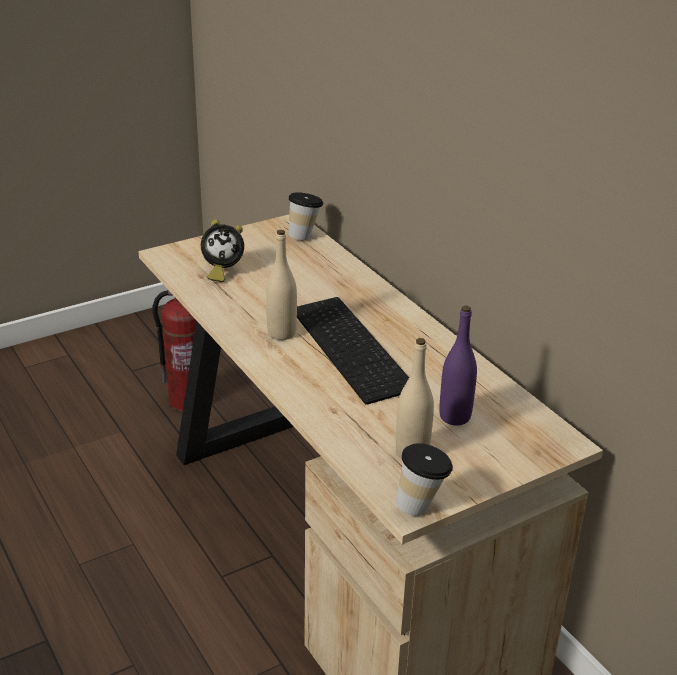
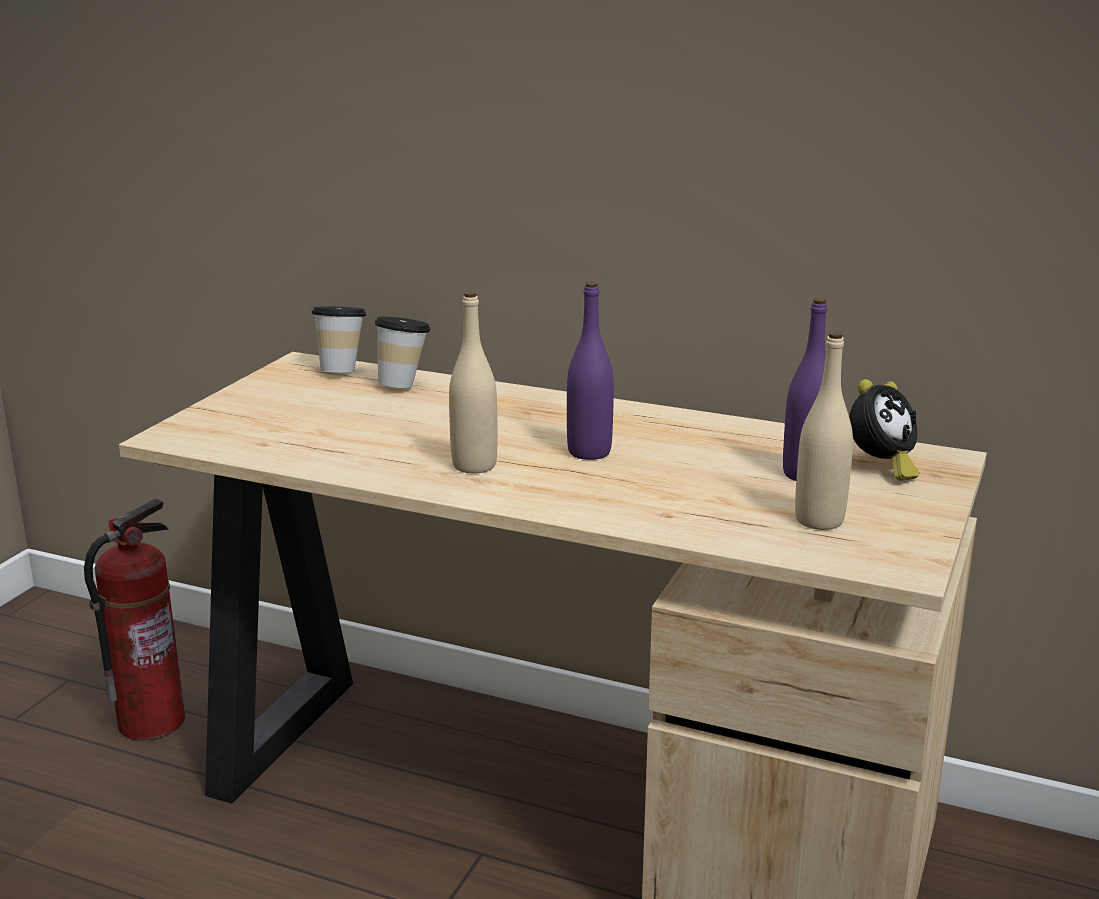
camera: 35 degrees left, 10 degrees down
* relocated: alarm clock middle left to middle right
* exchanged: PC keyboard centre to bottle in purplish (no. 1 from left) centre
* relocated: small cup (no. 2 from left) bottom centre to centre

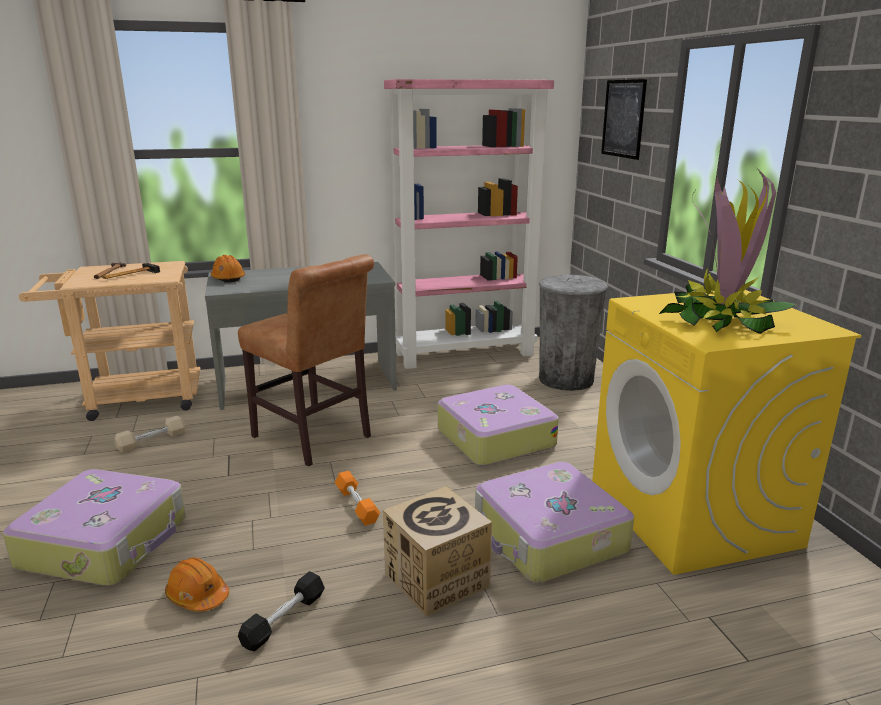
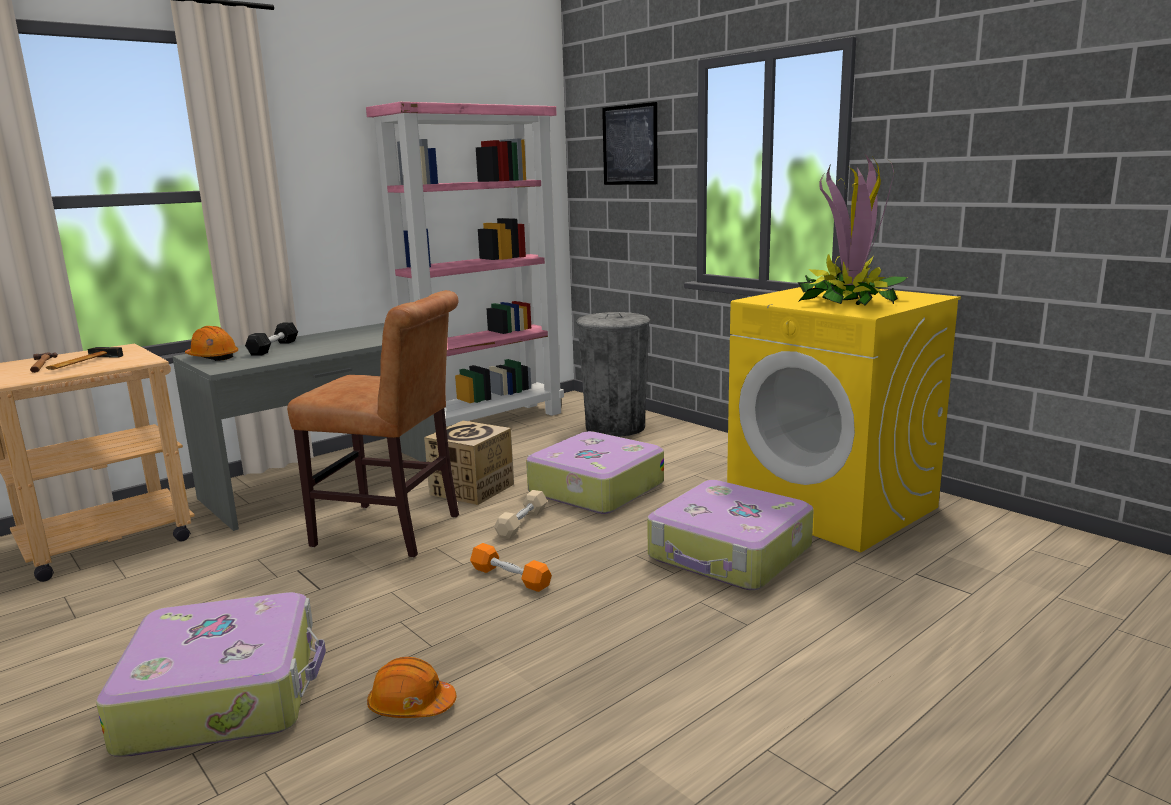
camera: 25 degrees left, 5 degrees down
* relocated: dumbbell in beige-coloured middle left to centre
* relocated: cardboard box bottom centre to centre
* relocated: dumbbell in blackish bottom left to middle left

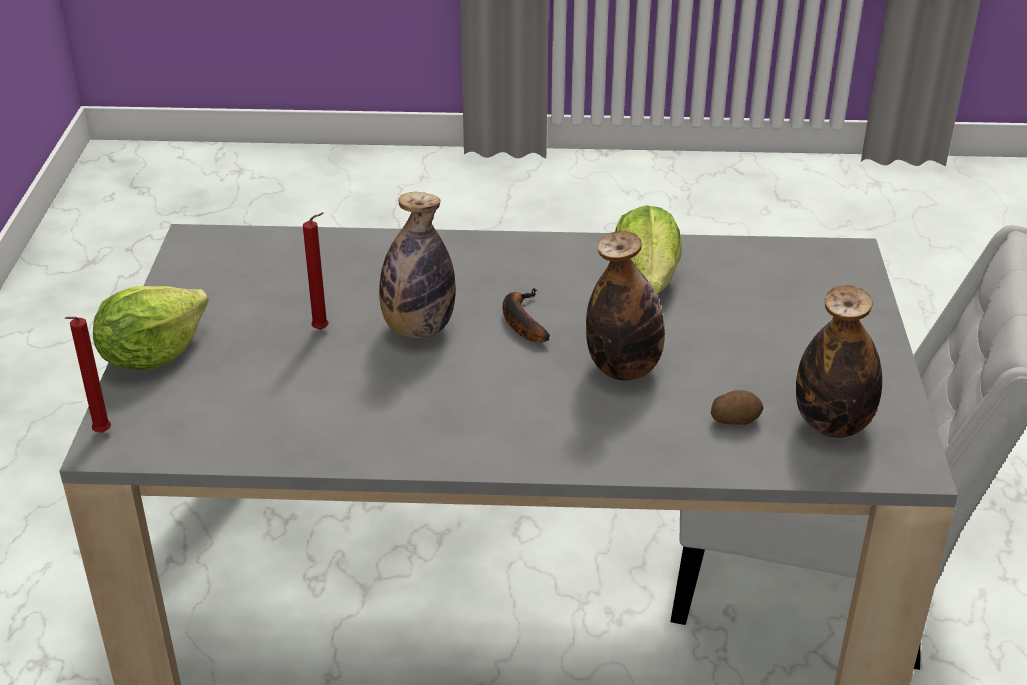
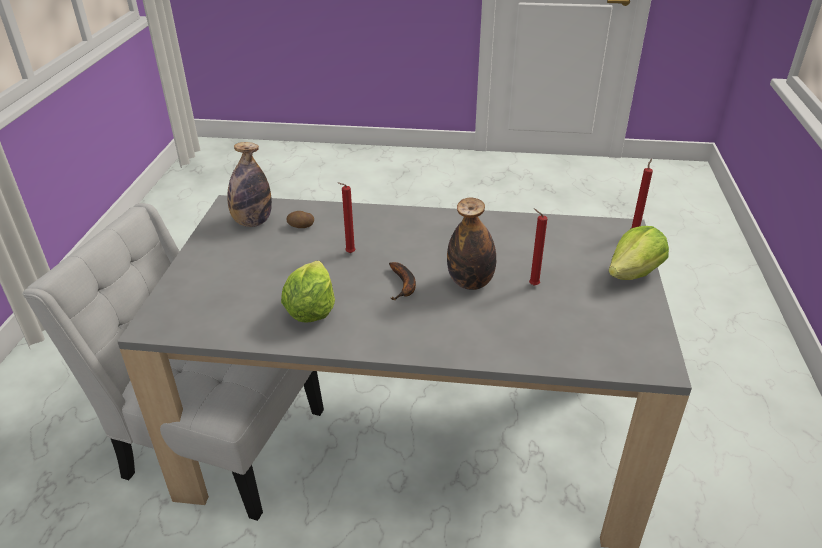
camera: 175 degrees left, 0 degrees up
* exchanged: bottle (no. 2 from left) centre to candle in red (no. 1 from left) centre

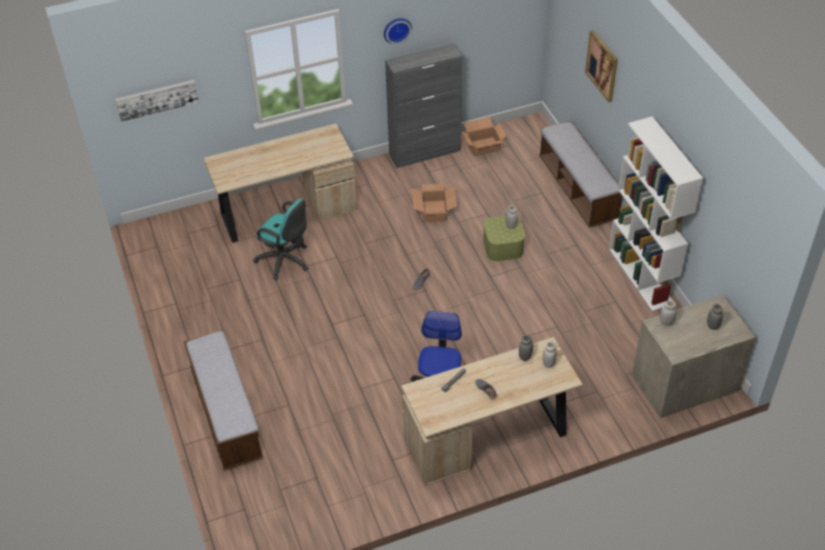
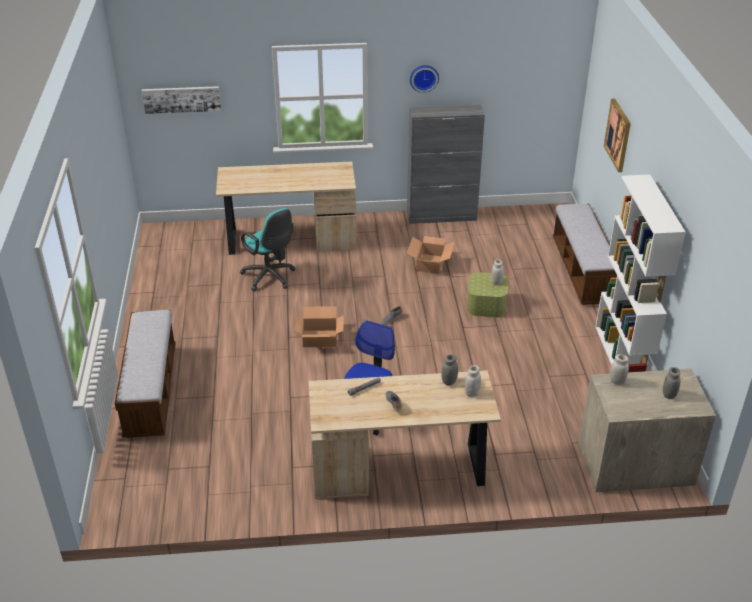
camera: 15 degrees right, 10 degrees down
* relocated: cardboard box (no. 2 from left in the first image) top centre to cardboard box (no. 1 from left) centre

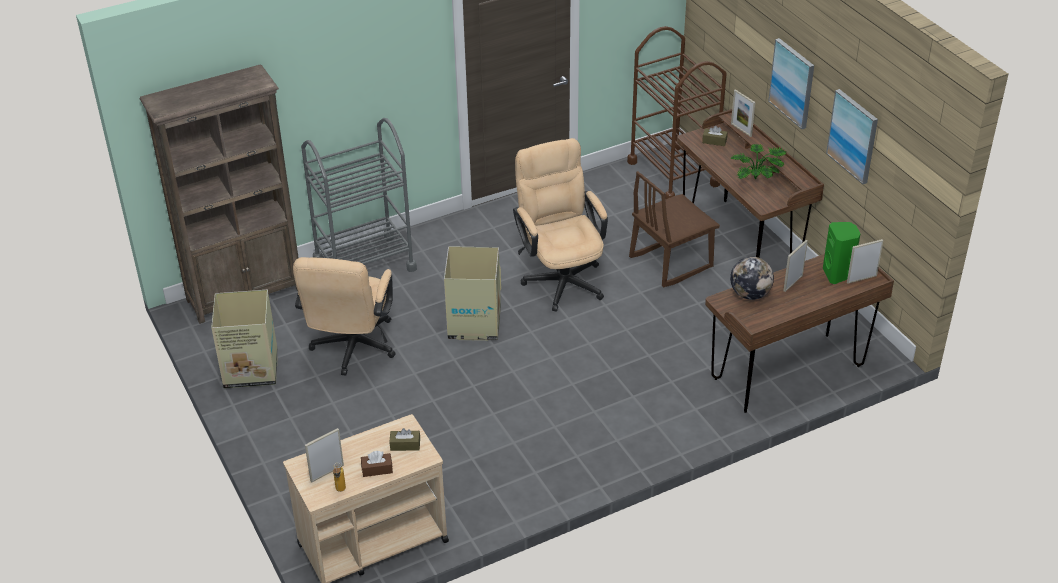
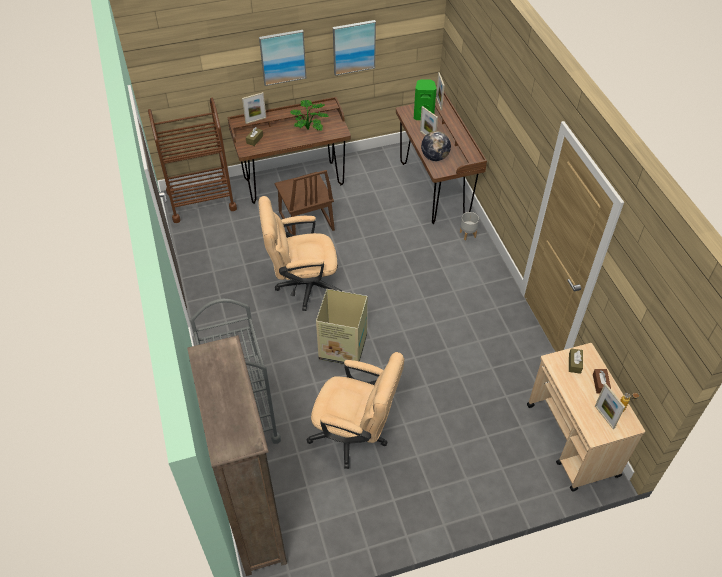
camera: 80 degrees left, 10 degrees up
* missing: cardboard box (no. 1 from left) middle left
* appeared: planter in gray centre

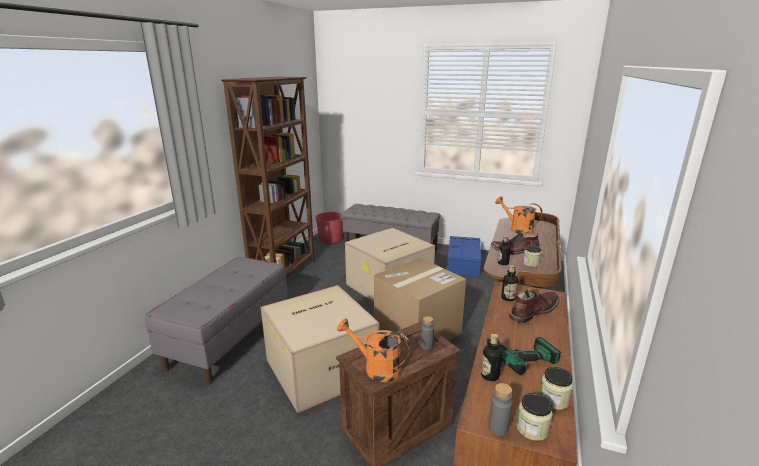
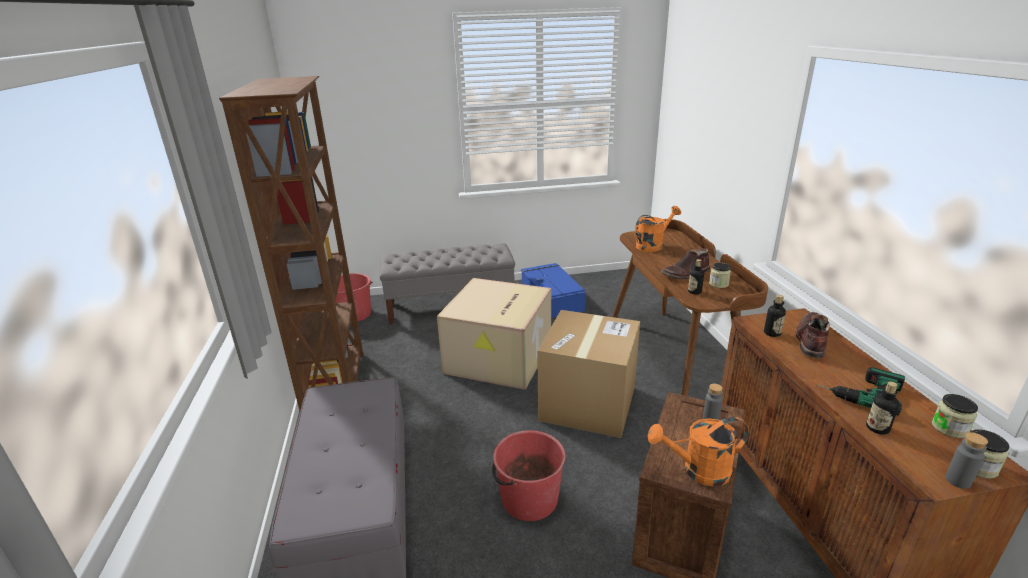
camera: 30 degrees left, 5 degrees up
* spun: watering pot in orange (no. 2 from left in the first image) middle right = centre 135 degrees clockwise
* exchanged: cardboard box (no. 1 from left) bottom centre to water bucket in red (no. 2 from left) bottom centre

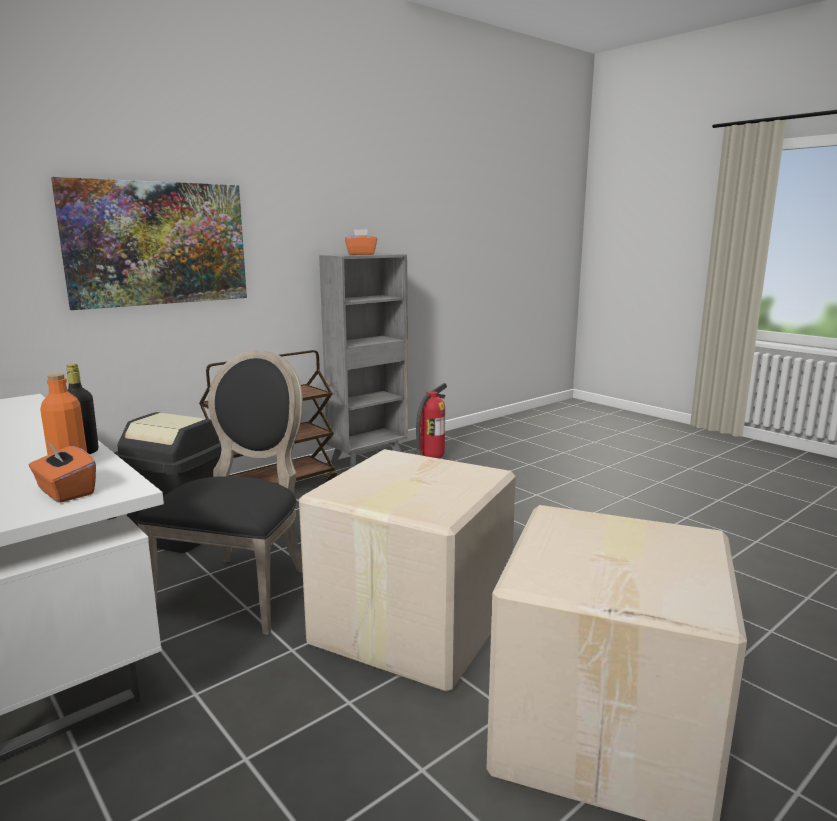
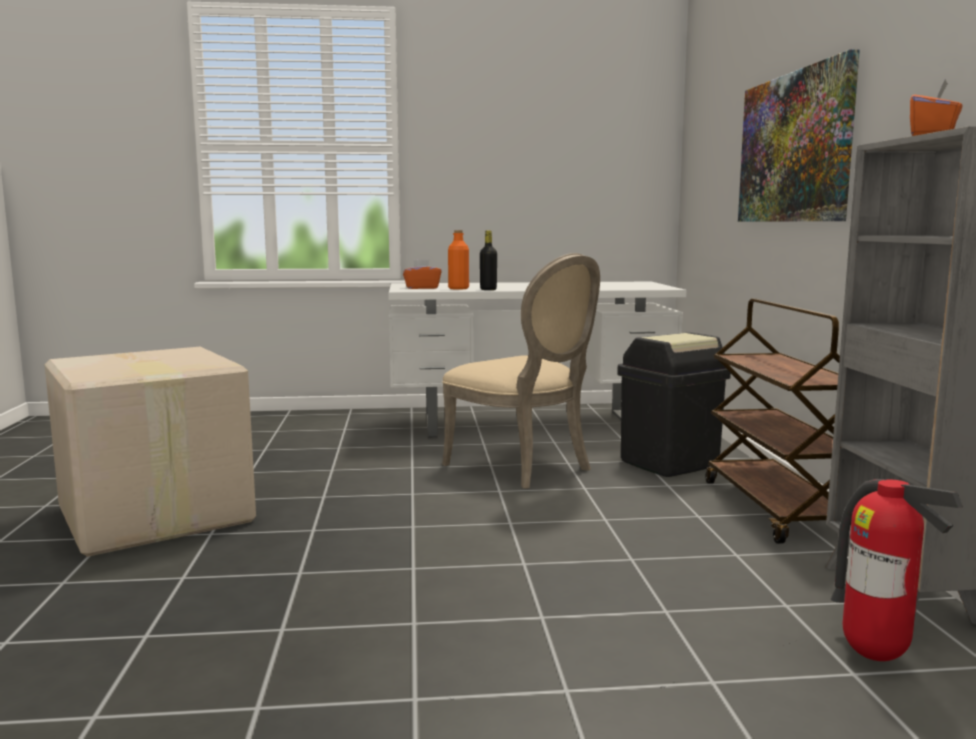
camera: 125 degrees right, 5 degrees down
* colour: plain chair in blackish middle left to plain chair in beige-coloured centre
* missing: cardboard box (no. 1 from left) bottom centre

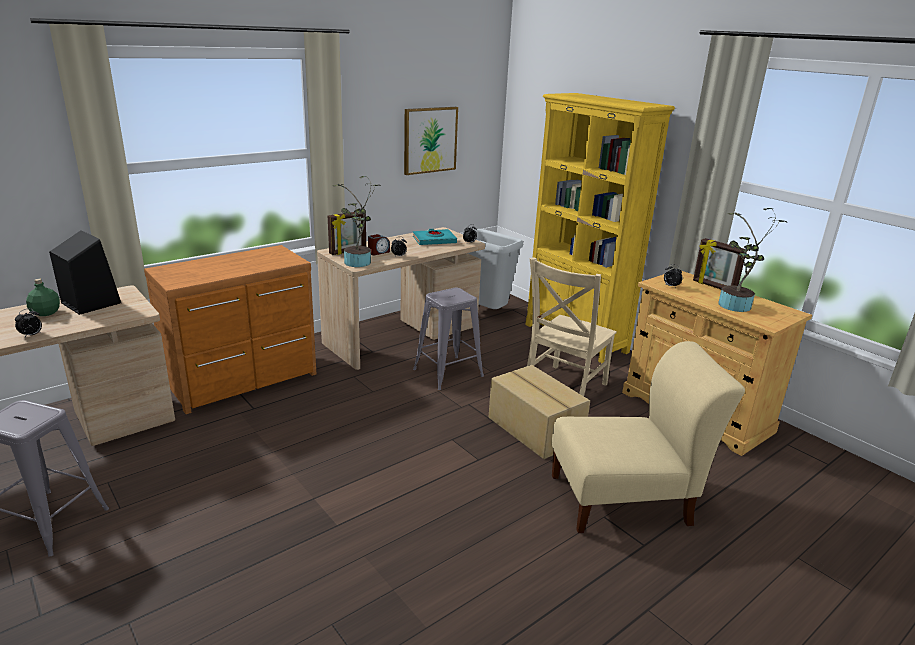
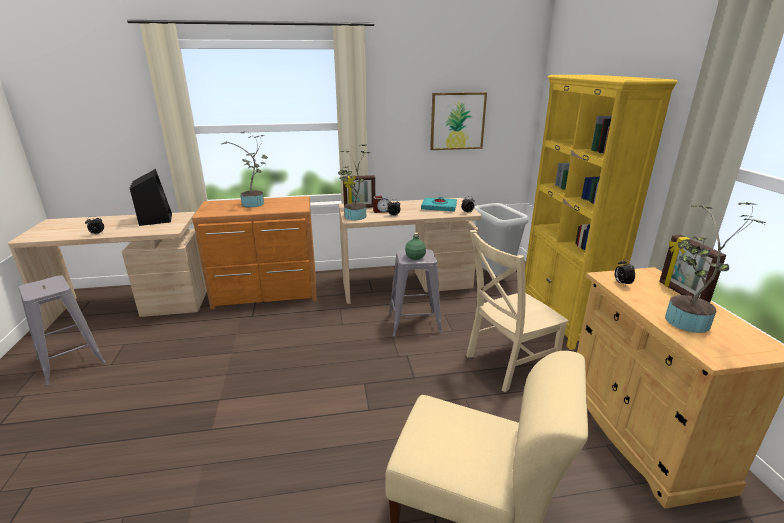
camera: 30 degrees right, 0 degrees up
* relocated: bottle in green middle left to centre
* missing: cardboard box centre
* appeared: plant in a pot (no. 1 from left) top left

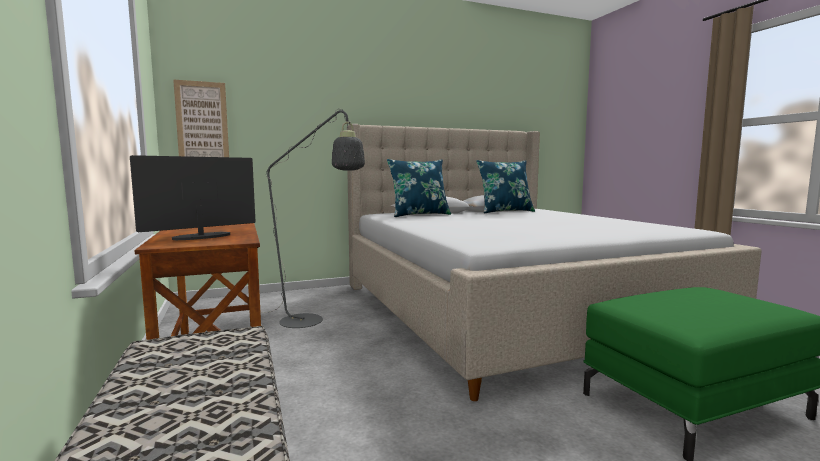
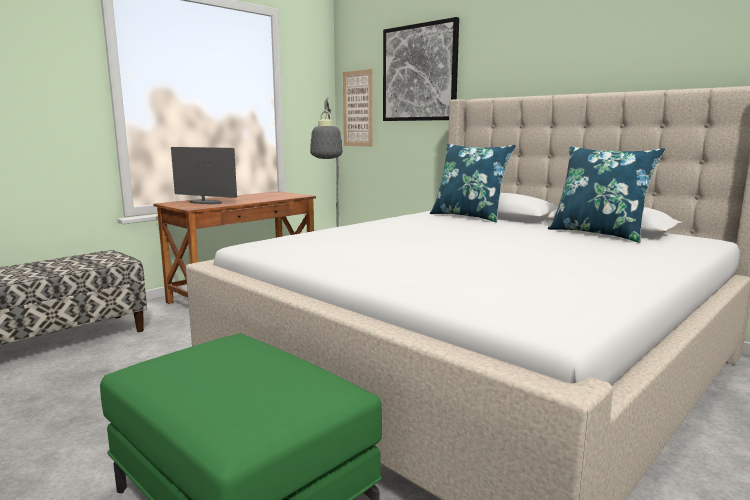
camera: 65 degrees right, 5 degrees up
* appeared: wall picture (no. 2 from left) top centre

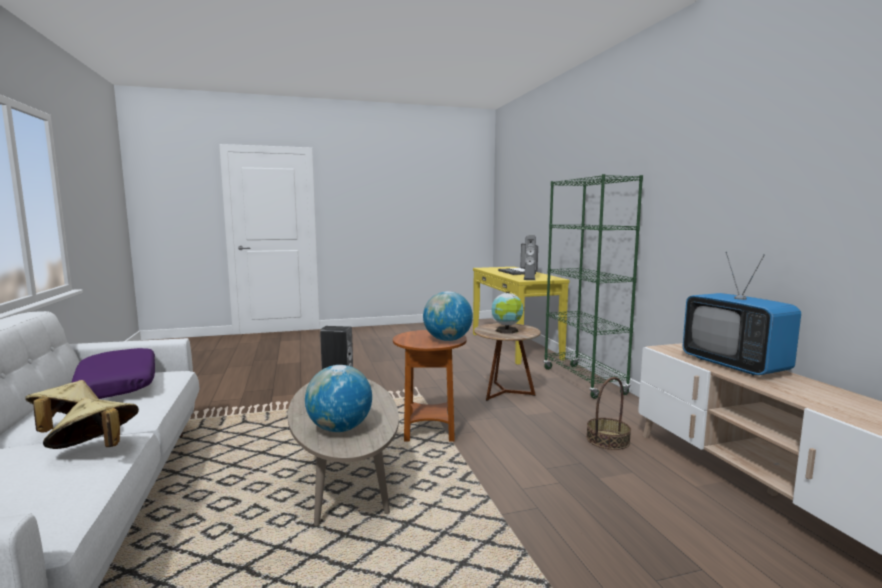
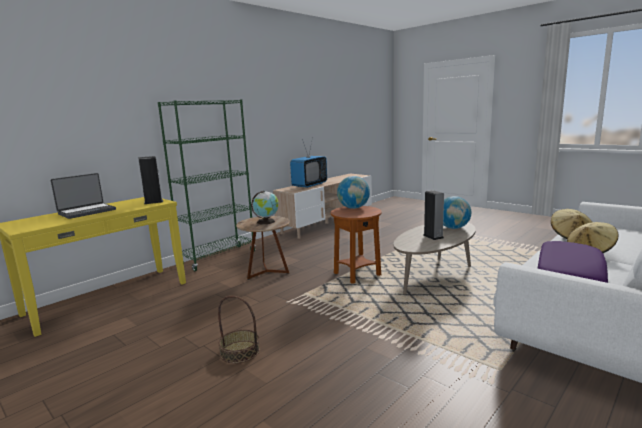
camera: 120 degrees left, 5 degrees up
* relocated: basket bottom right to bottom centre

